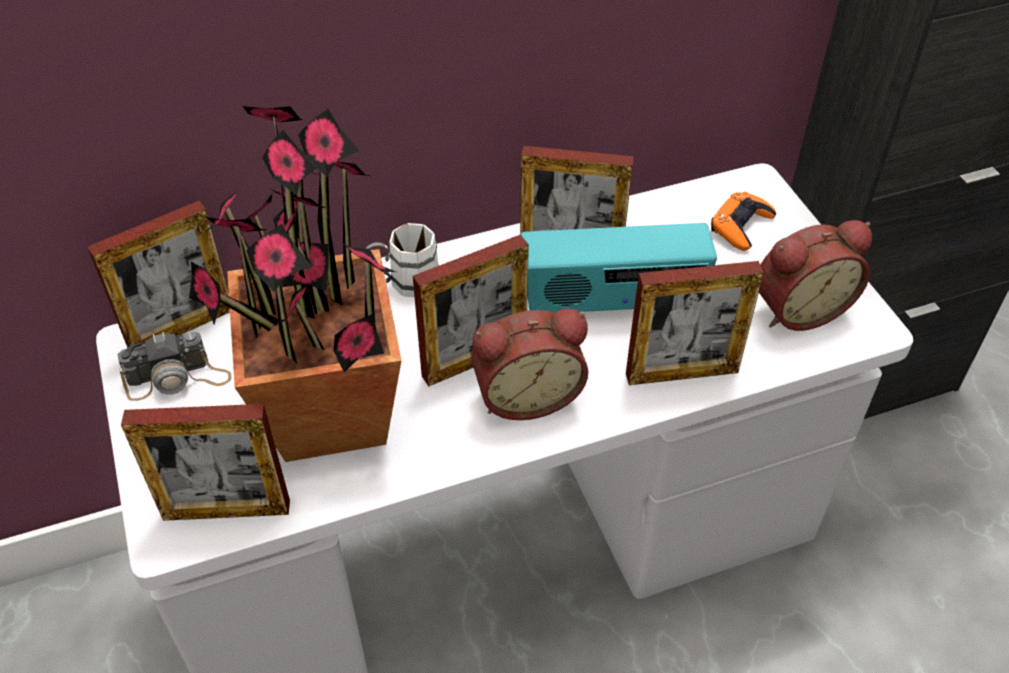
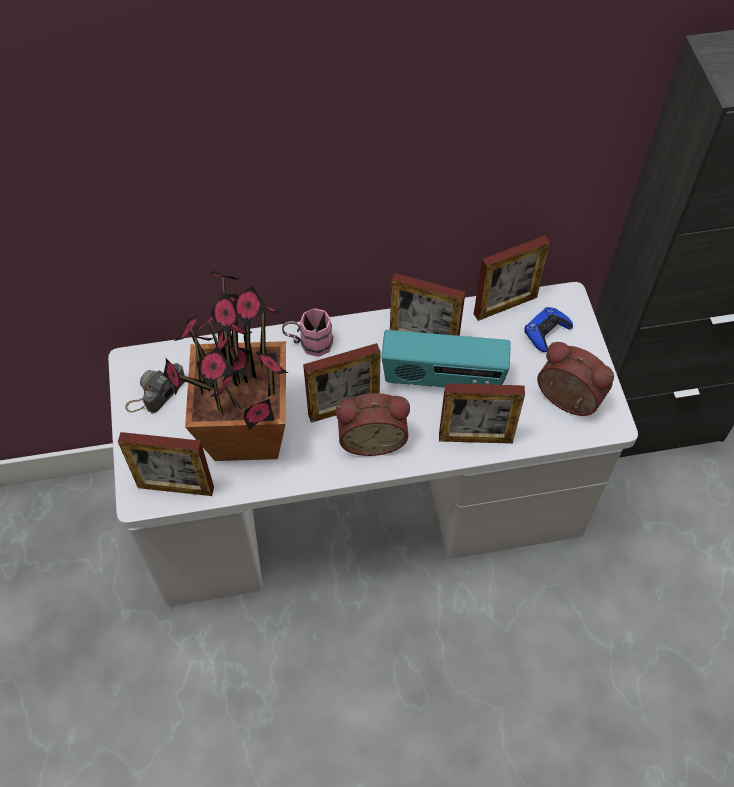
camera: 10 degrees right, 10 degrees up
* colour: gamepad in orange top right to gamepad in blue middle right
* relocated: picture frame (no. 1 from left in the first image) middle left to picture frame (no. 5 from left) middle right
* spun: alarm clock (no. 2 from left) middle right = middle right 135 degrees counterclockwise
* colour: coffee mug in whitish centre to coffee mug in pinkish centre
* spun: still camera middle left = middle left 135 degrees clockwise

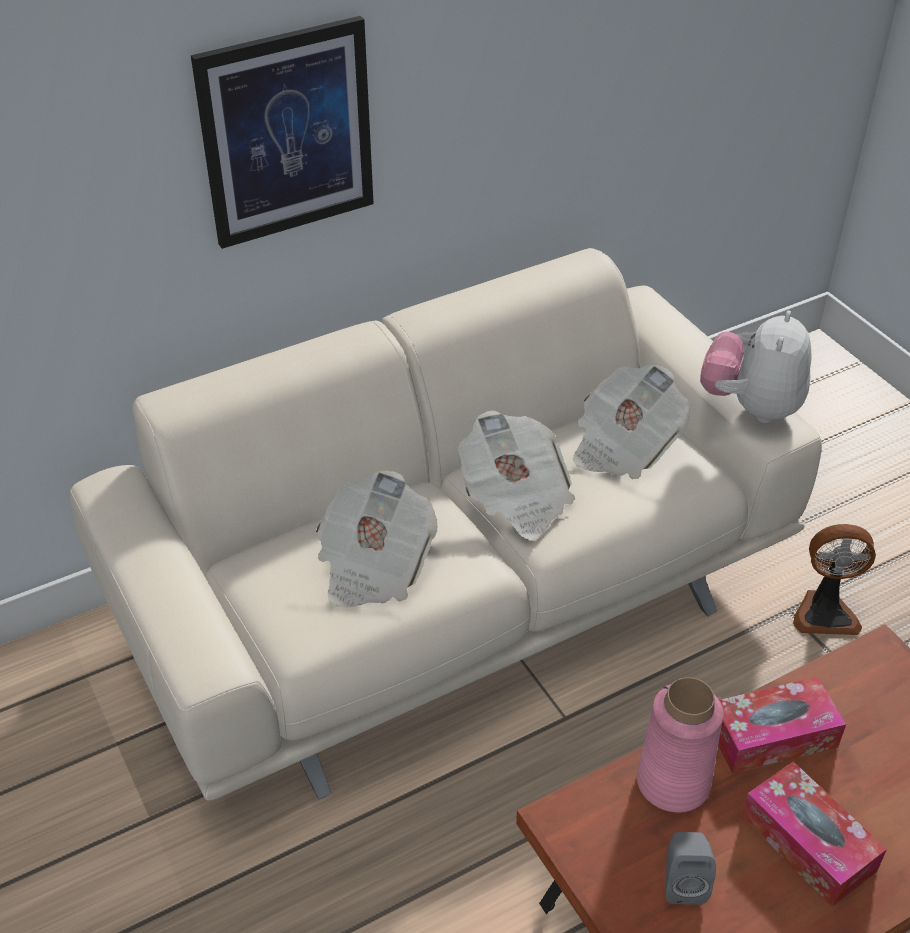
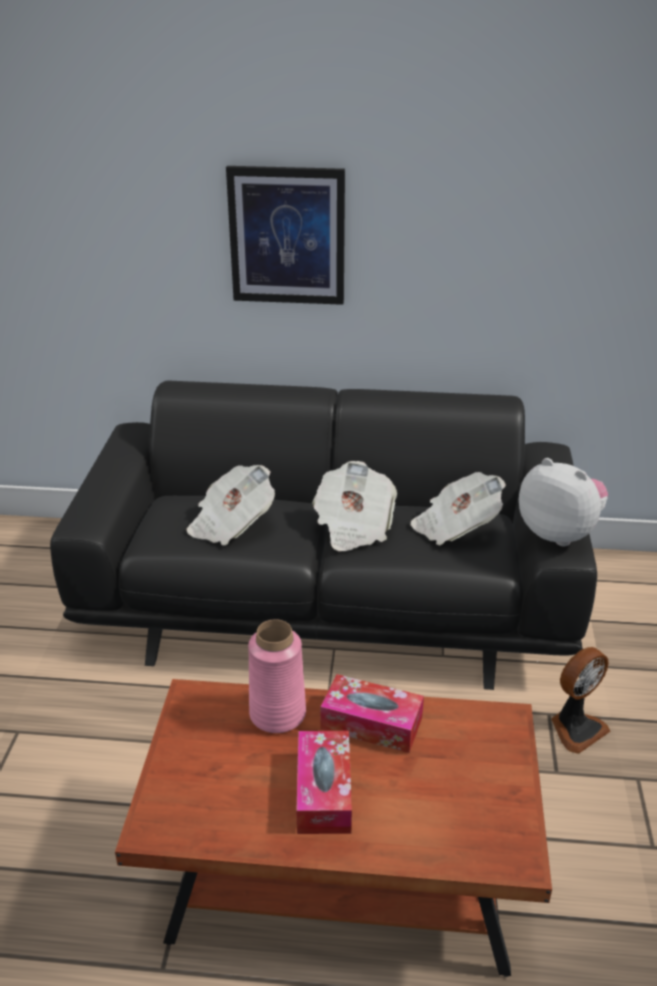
camera: 35 degrees right, 10 degrees down
* colour: couch in beige-coloured centre to couch in blackish centre
* spun: cuddly toy middle right = middle right 75 degrees clockwise
* spun: fan middle right = bottom right 75 degrees counterclockwise
* missing: loudspeaker in gray bottom right

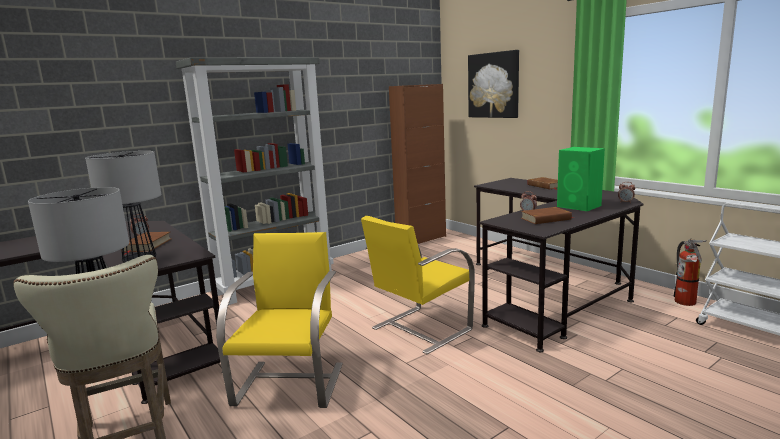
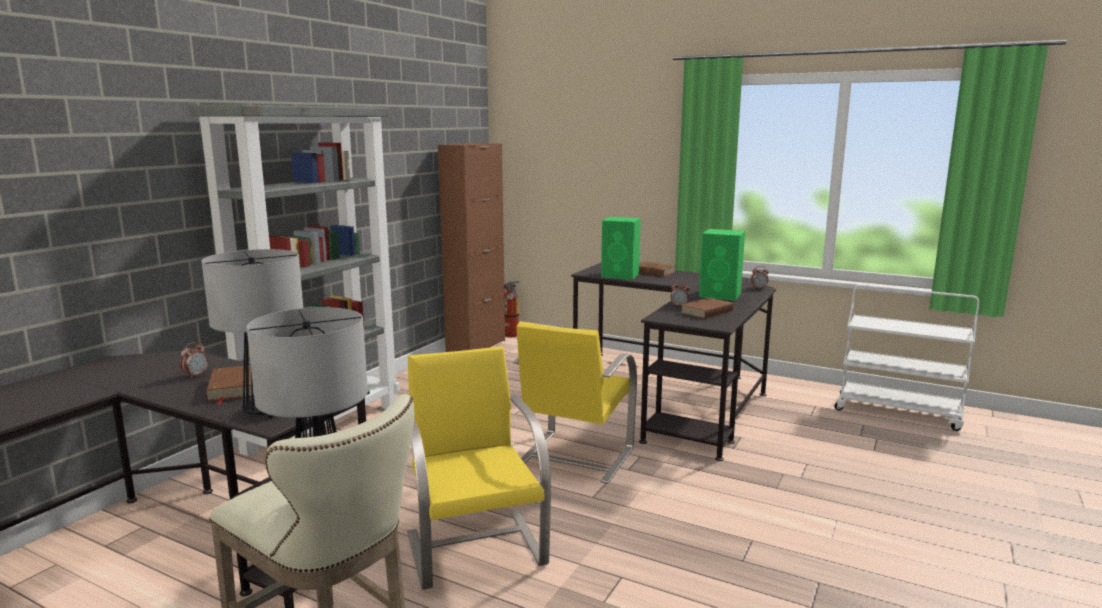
camera: 25 degrees left, 0 degrees up
* missing: wall picture top centre
* relocated: fire extinguisher middle right to centre
* appeared: loudspeaker in green (no. 1 from left) centre

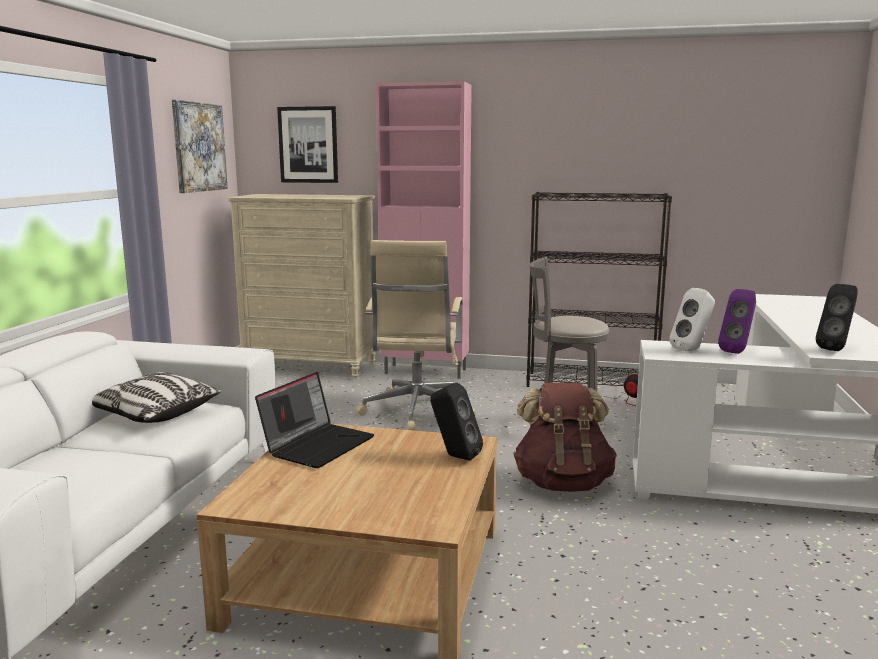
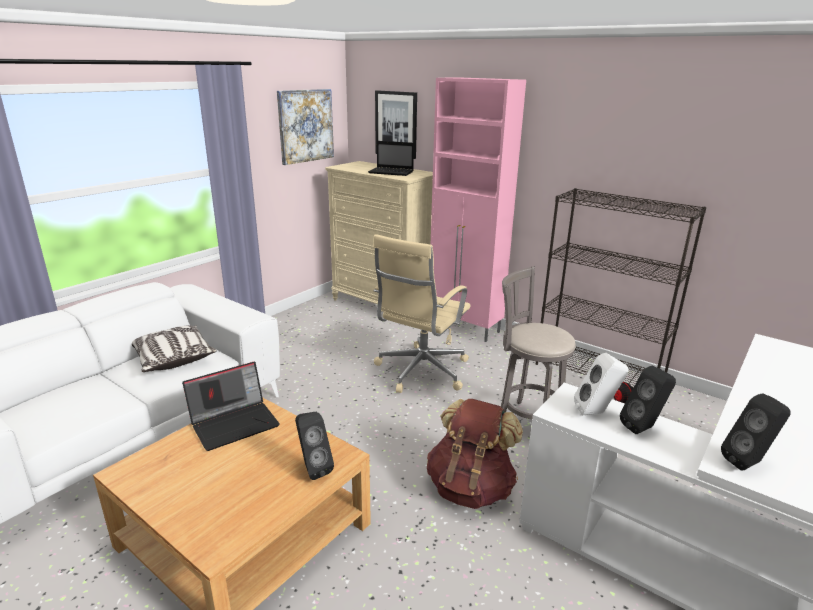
camera: 25 degrees right, 10 degrees up
* colour: loudspeaker in purplish middle right to loudspeaker in blackish (no. 2 from left) middle right
* appeared: notebook computer (no. 2 from left) top centre

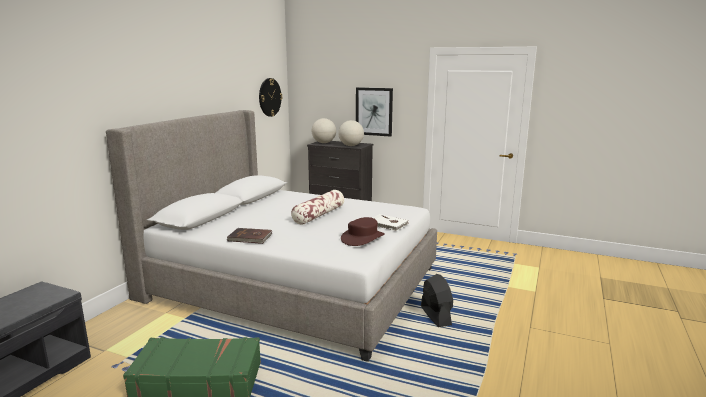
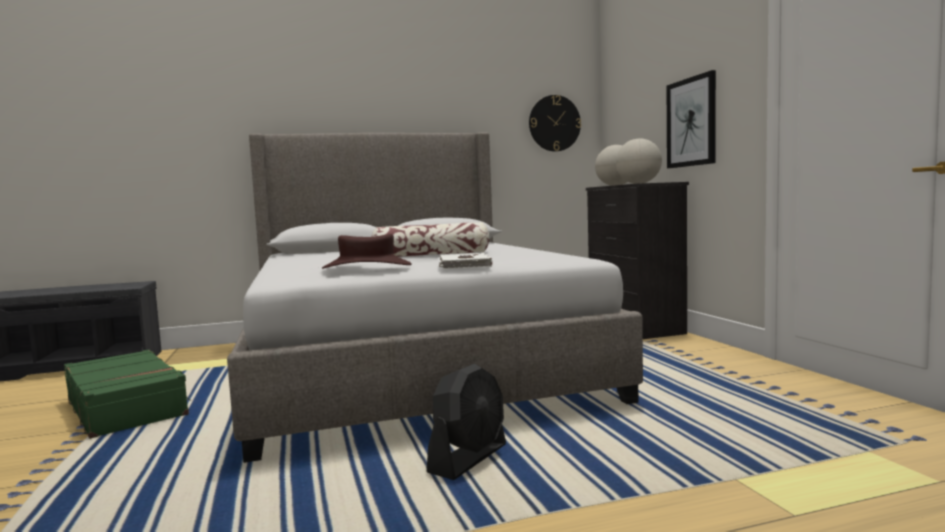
camera: 50 degrees right, 10 degrees down
* missing: bound book in brown centre

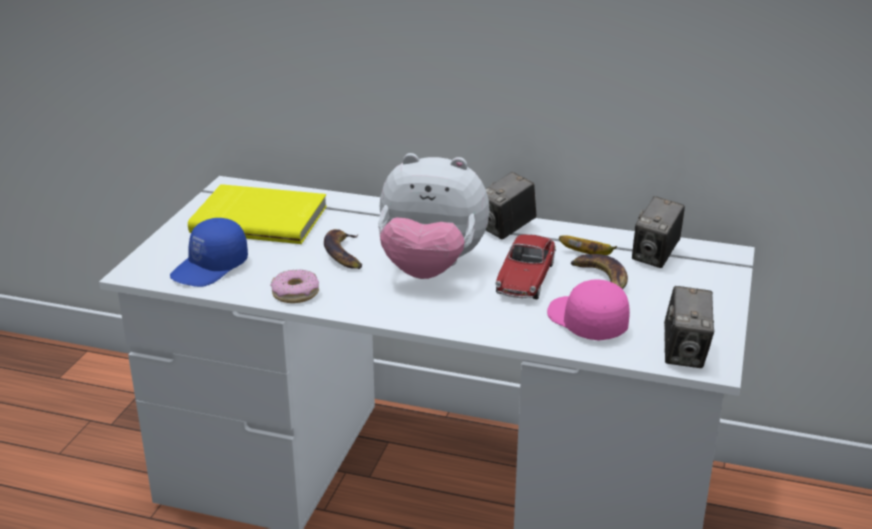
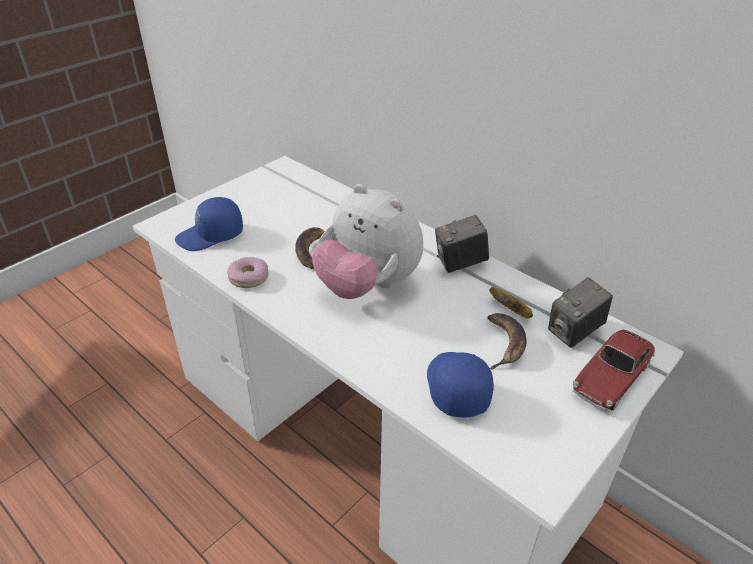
camera: 25 degrees right, 10 degrees up
* missing: bound book in yellow-coloured middle left
* relocated: miniature car centre to middle right
* colour: peaked cap in pinkish middle right to peaked cap in blue (no. 2 from left) bottom centre
* missing: still camera (no. 3 from left) middle right

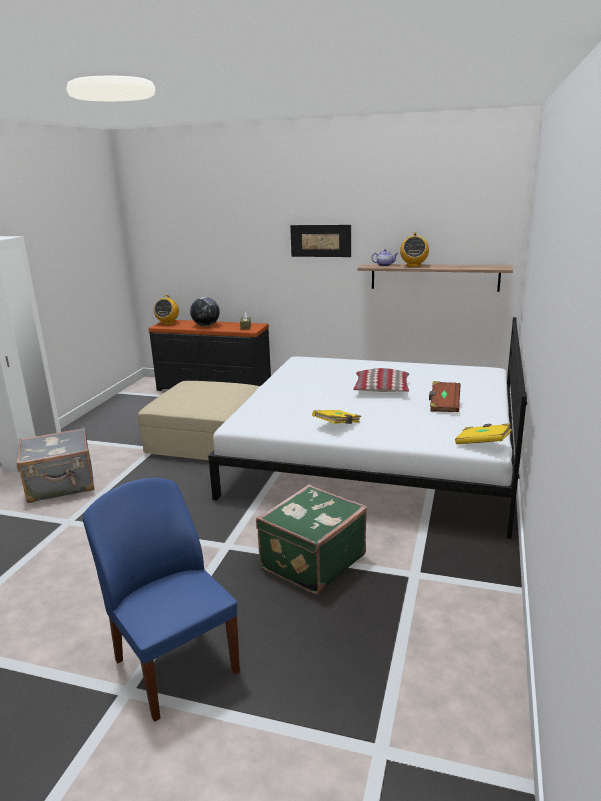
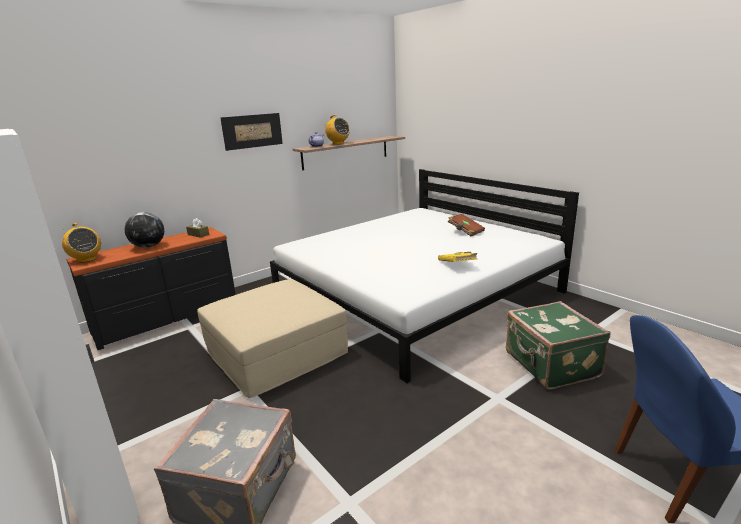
camera: 55 degrees left, 0 degrees up
* missing: pillow centre
* missing: bound book in yellow-coloured (no. 2 from left) middle right

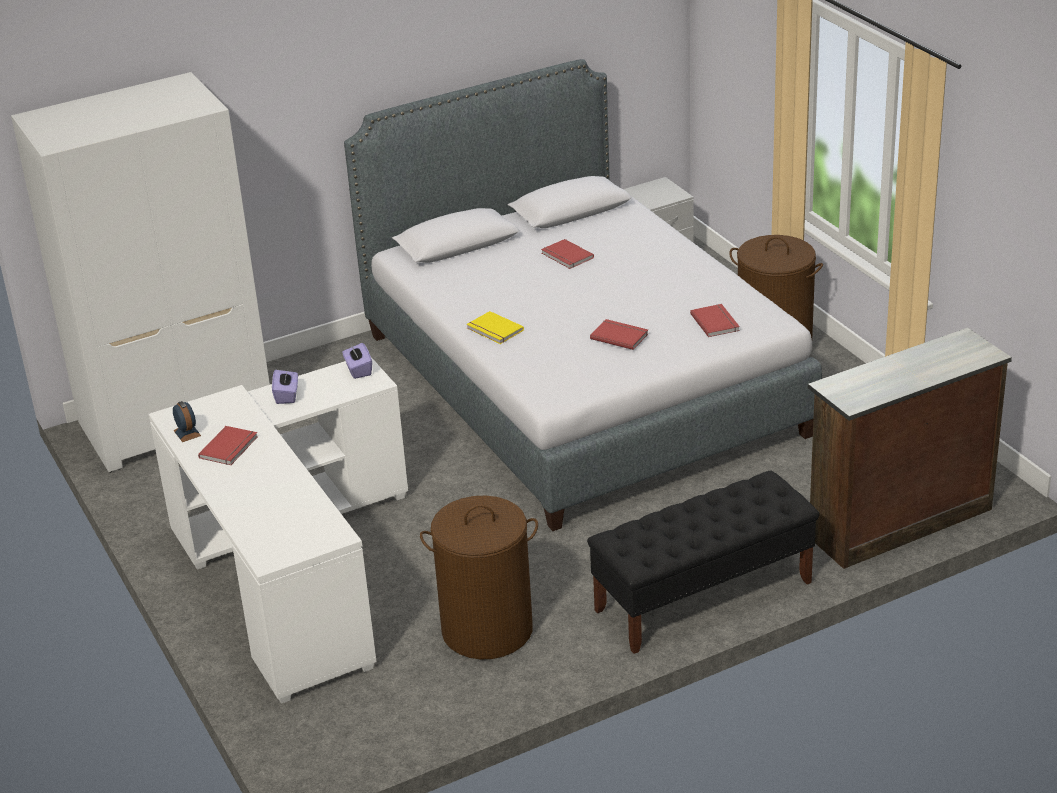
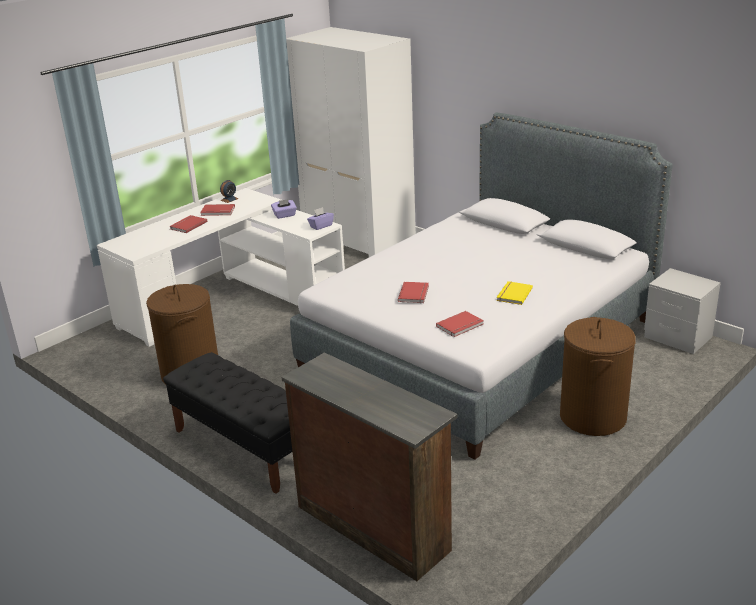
camera: 70 degrees right, 5 degrees down
* relocated: bound book in red (no. 2 from left in the first image) top centre to bound book in red (no. 1 from left) middle left
* relocated: bound book in yellow-coloured centre to middle right

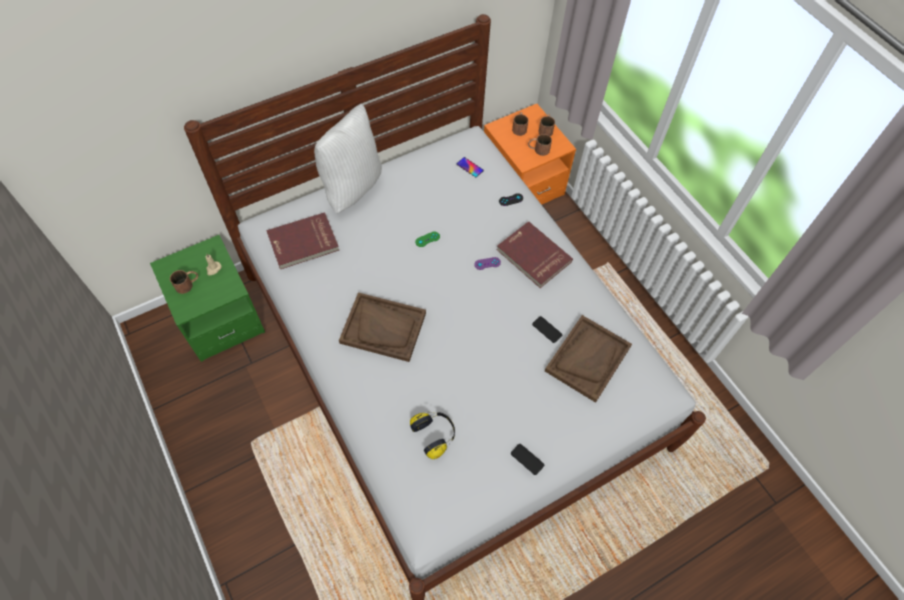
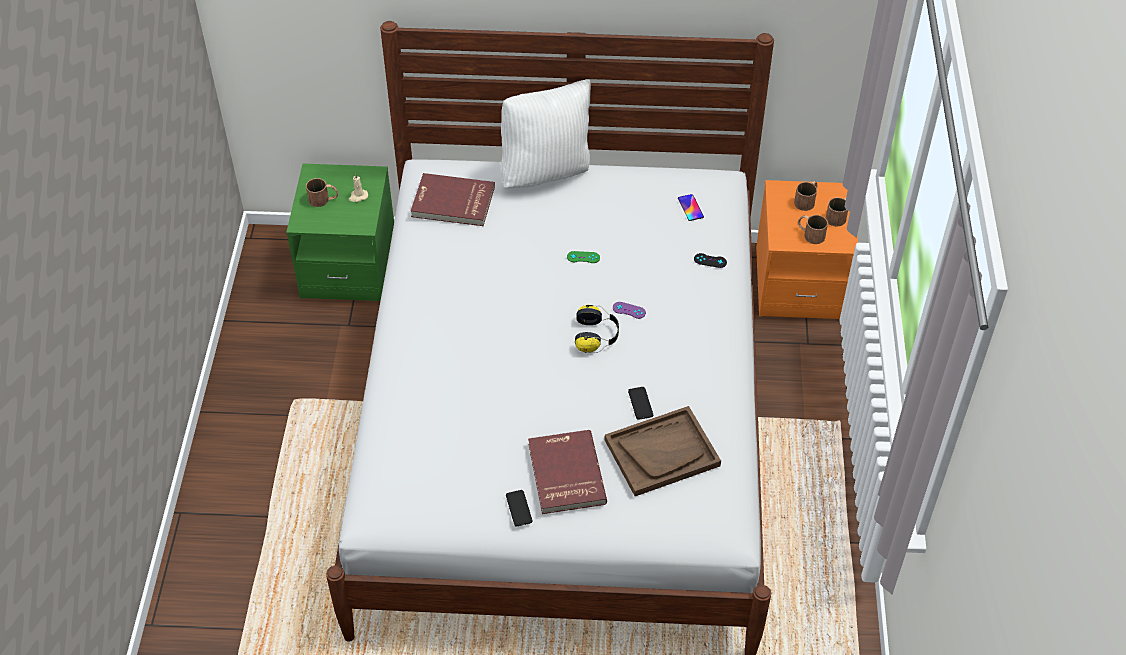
camera: 35 degrees right, 10 degrees down
* relocated: bound book in red (no. 2 from left) centre to bottom centre
* missing: carrying tray in brown (no. 1 from left) centre
* relocated: headphones bottom centre to centre

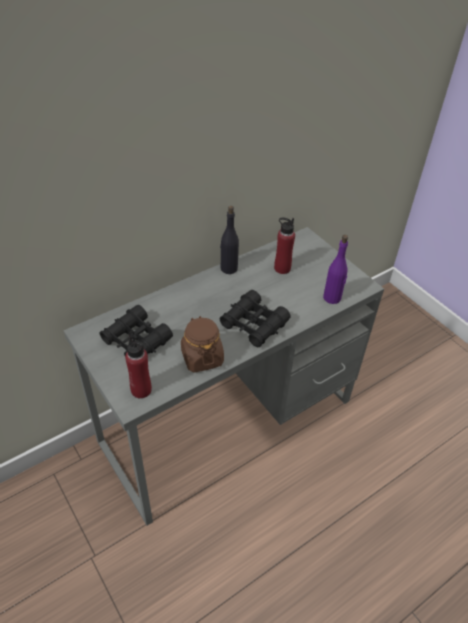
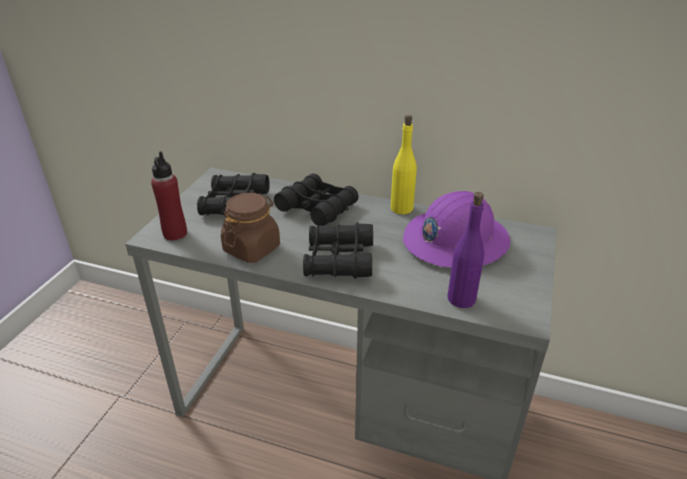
camera: 55 degrees right, 10 degrees down
* colour: bottle in blackish centre to bottle in yellow-coloured centre
* exchanged: bottle in red (no. 2 from left) centre to work helmet in purplish centre
* appeared: binoculars in blackish (no. 2 from left) centre

